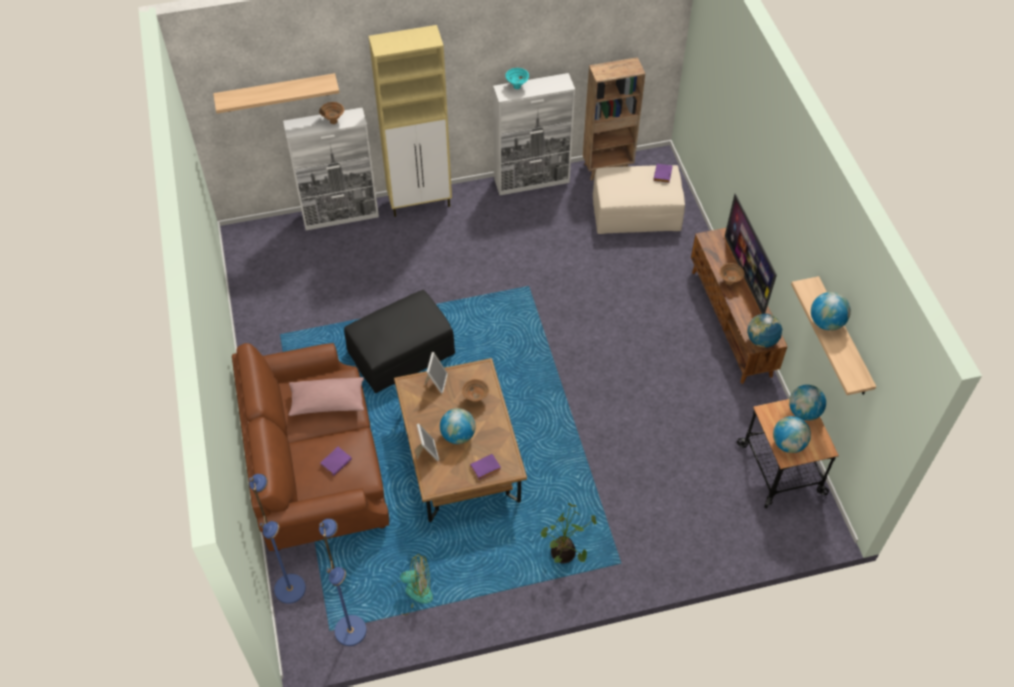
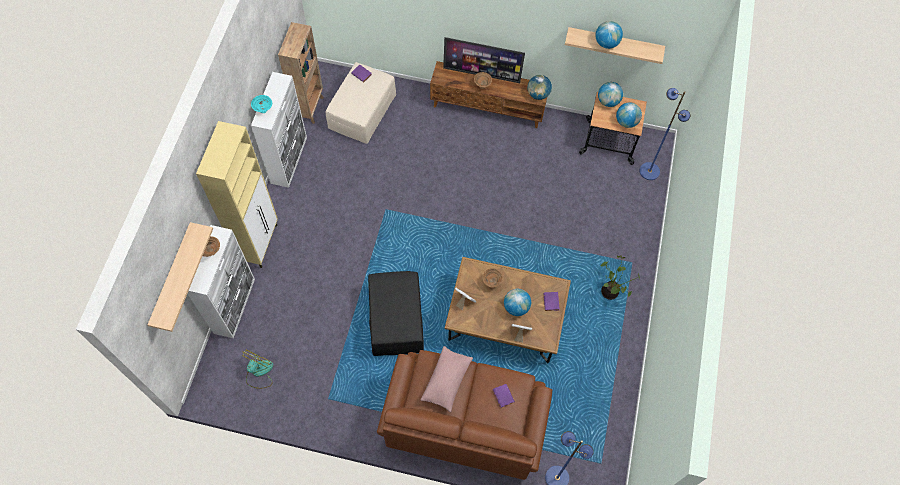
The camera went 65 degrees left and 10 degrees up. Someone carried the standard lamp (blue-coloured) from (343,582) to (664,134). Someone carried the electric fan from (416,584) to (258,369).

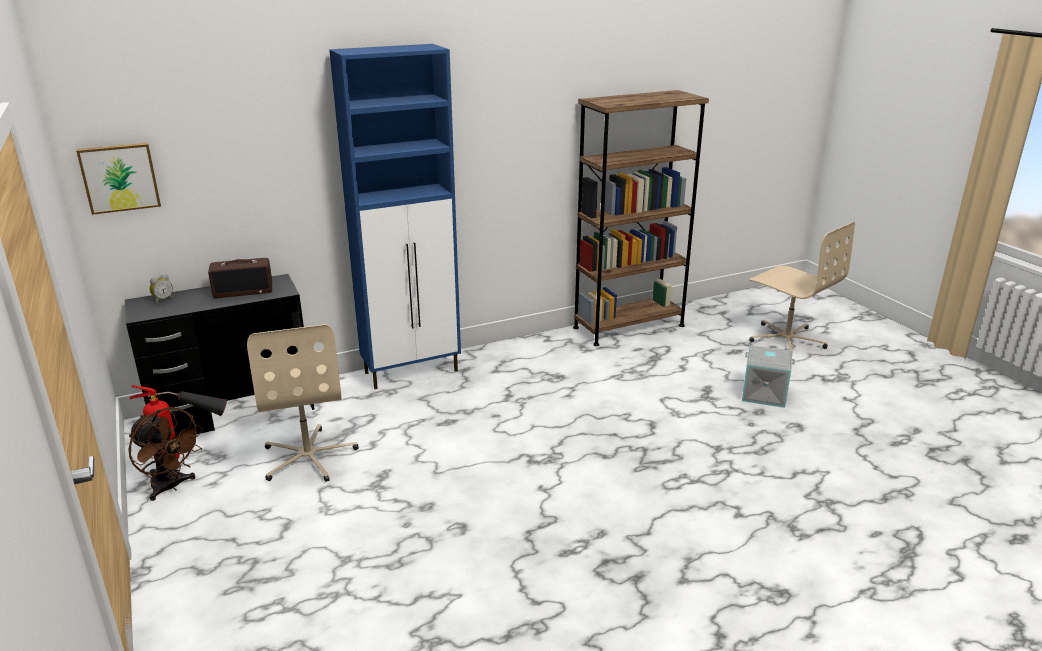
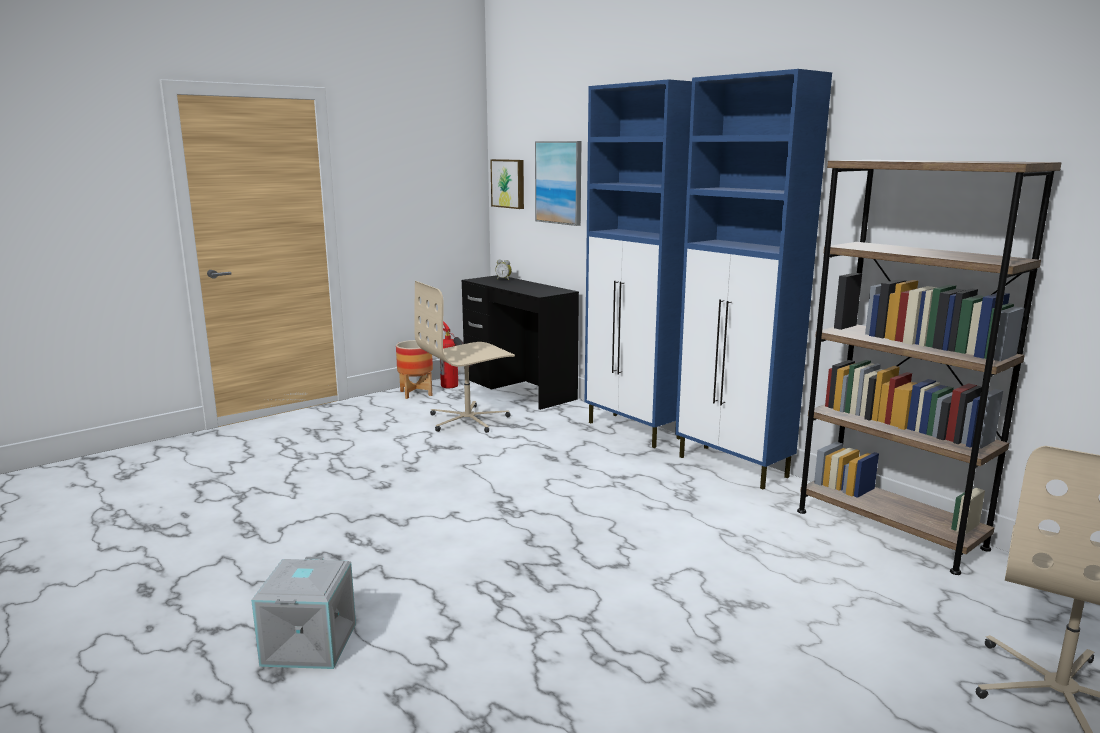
The camera went 75 degrees right and 10 degrees down. Someone swapped the electric fan (brown) at (166,454) for the planter at (414,369). Someone took away the radio at (240,278). Someone carried the storage container (greyish) from (768,376) to (303,613). Someone put up the wall art at (558,183). Someone put down the cabinet (blue-coloured) at (753,279).

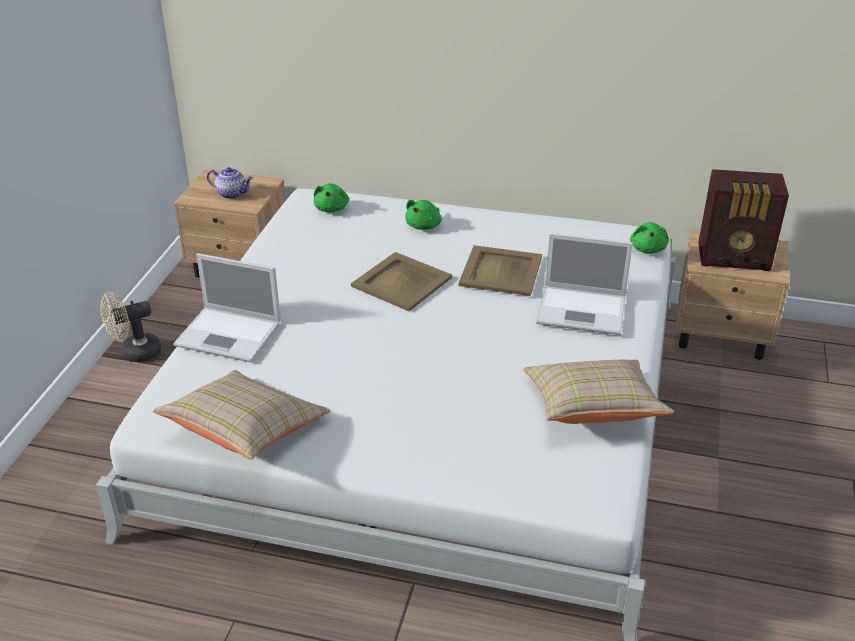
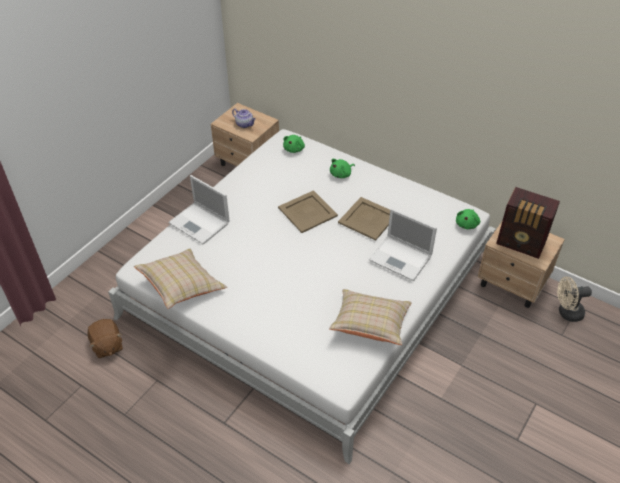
The camera went 20 degrees right and 10 degrees up. Someone carried the electric fan (beige) from (130,327) to (574,299). Someone put down the cuddly toy (brown) at (105,338).

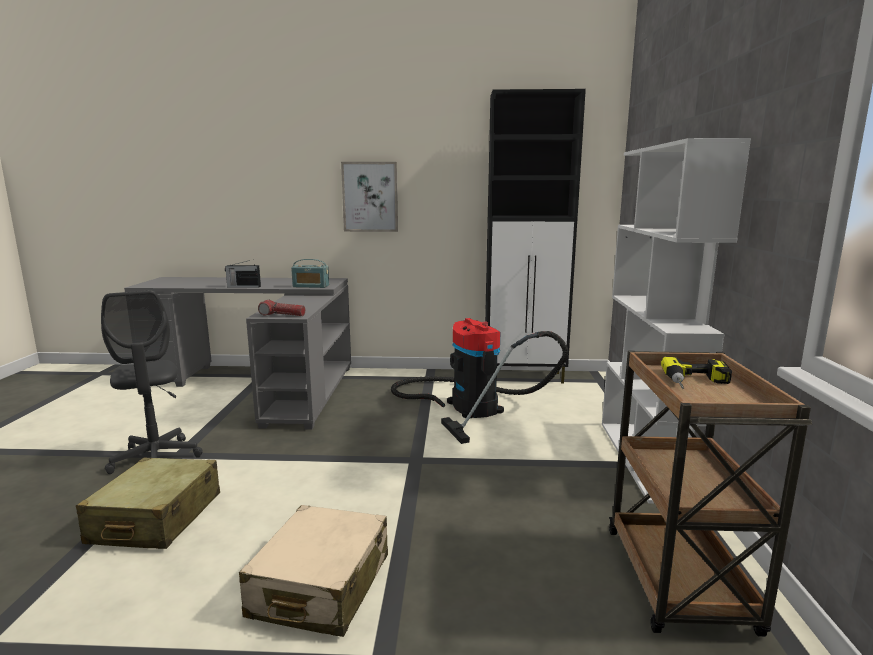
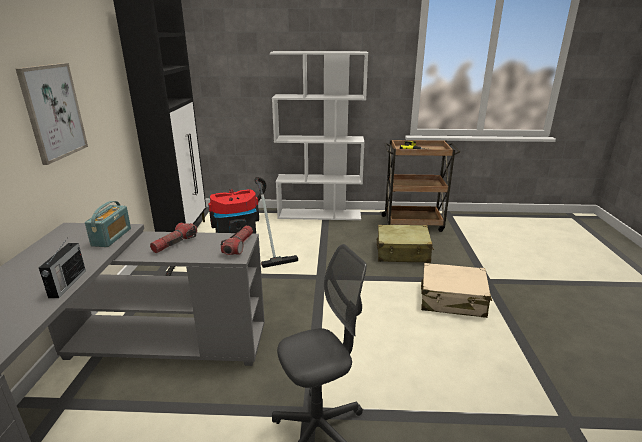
The camera went 90 degrees left and 10 degrees up. Someone carried the travel case (beige) from (148,503) to (405,244). Someone put down the hand torch at (173,238).

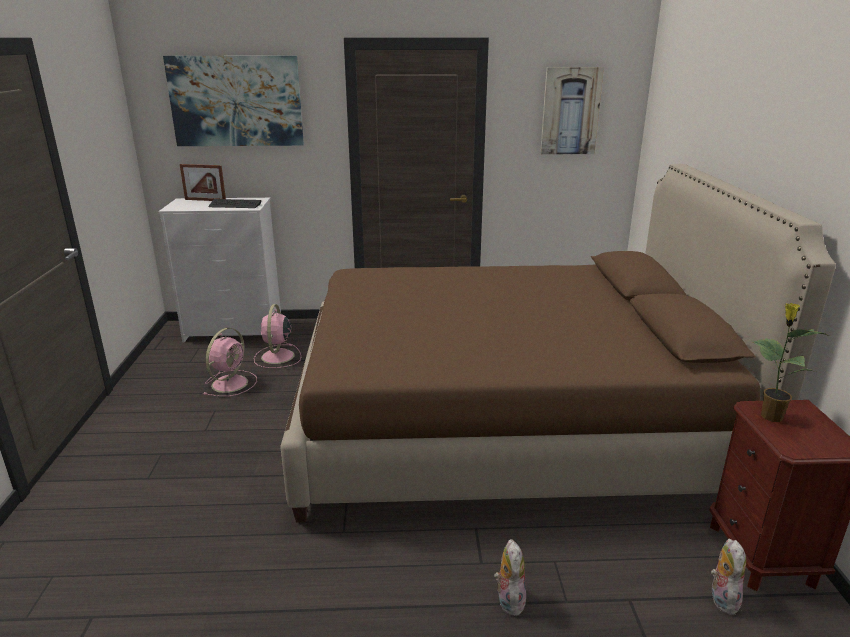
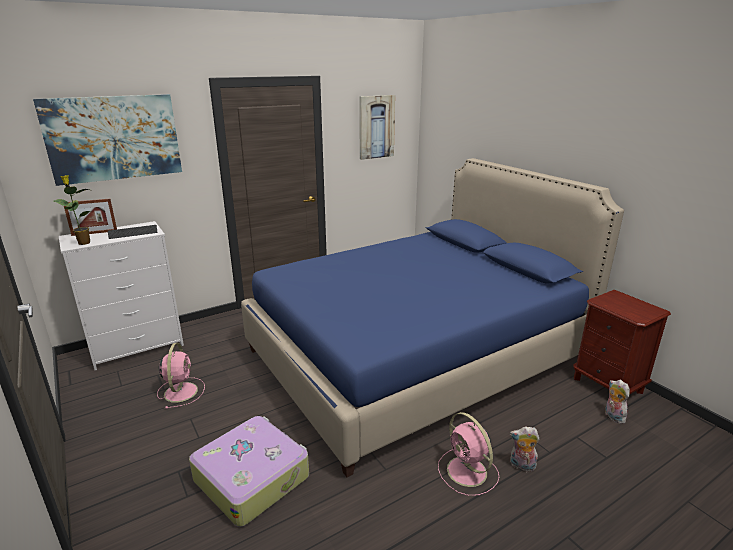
The camera went 30 degrees left and 0 degrees up. Someone carried the electric fan (pinkish) from (277,336) to (468,454). Someone repainted the bed (brown) at (558,343), which became the bed (blue-coloured) at (432,317). Someone rotated the cuddly toy at (510,577) by 45 degrees counterclockwise. Someone carried the plant in a pot from (791,362) to (73,210). Someone put down the travel case at (249,471).

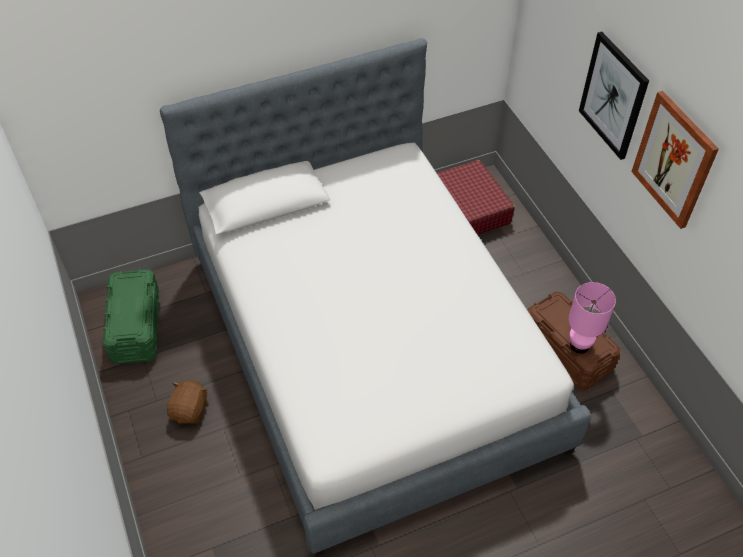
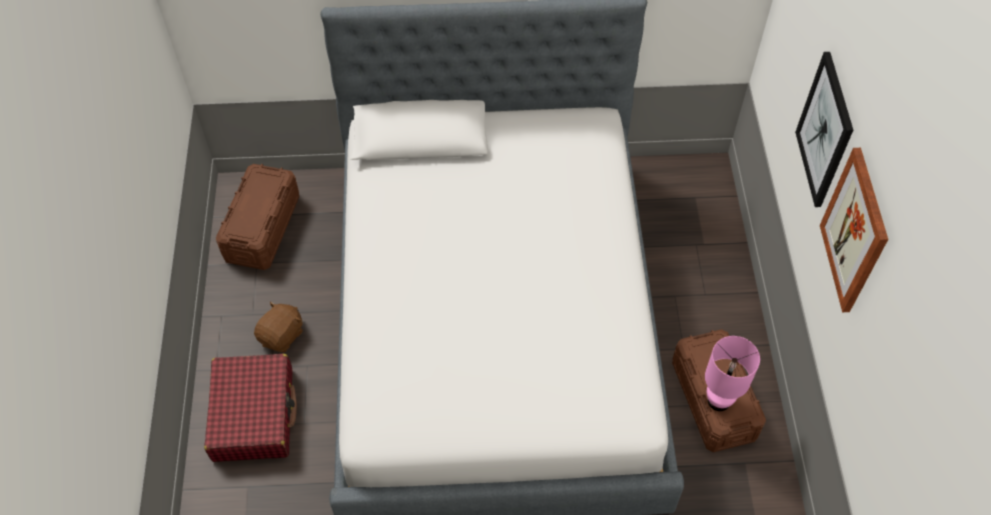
The camera went 20 degrees right and 5 degrees up. Someone repainted the storage container (green) at (131,316), which became the storage container (brown) at (257,217). Someone carried the travel case (red-coloured) from (476,197) to (250,408).

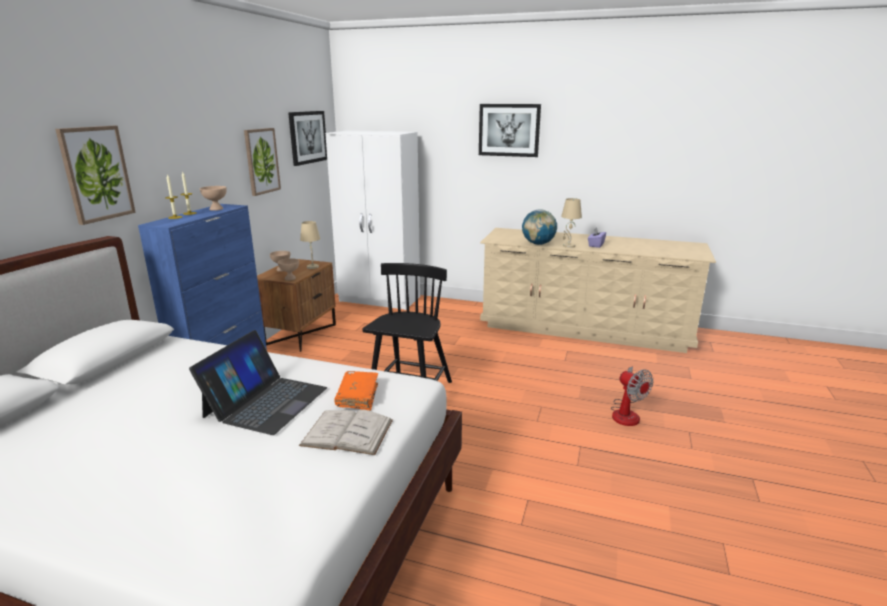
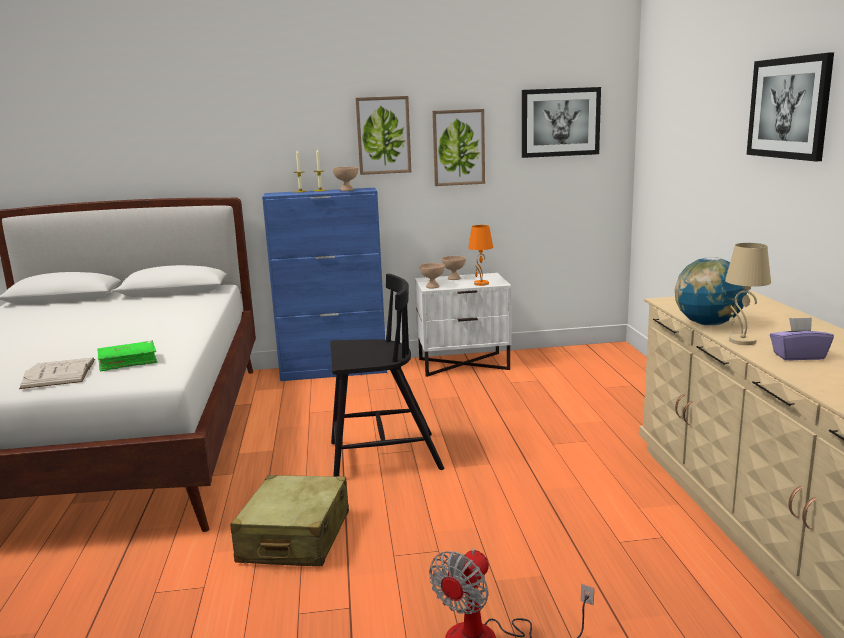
The camera went 65 degrees right and 5 degrees down. Someone carried the wall art from (95,175) to (383,135). Someone took away the notebook computer at (258,382). Someone repainted the night table (brown) at (296,305), which became the night table (white-coloured) at (463,325). Someone repainted the tabletop lamp (beige) at (310,245), which became the tabletop lamp (orange) at (480,255). Someone took away the armoire (white-coloured) at (372,220). Someone repainted the volume (orange) at (356,390), which became the volume (green) at (127,356). Someone put down the travel case (beige) at (289,520).

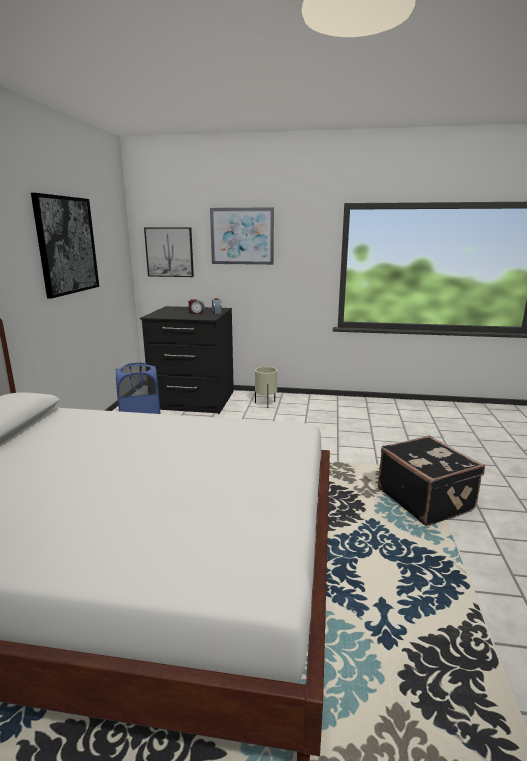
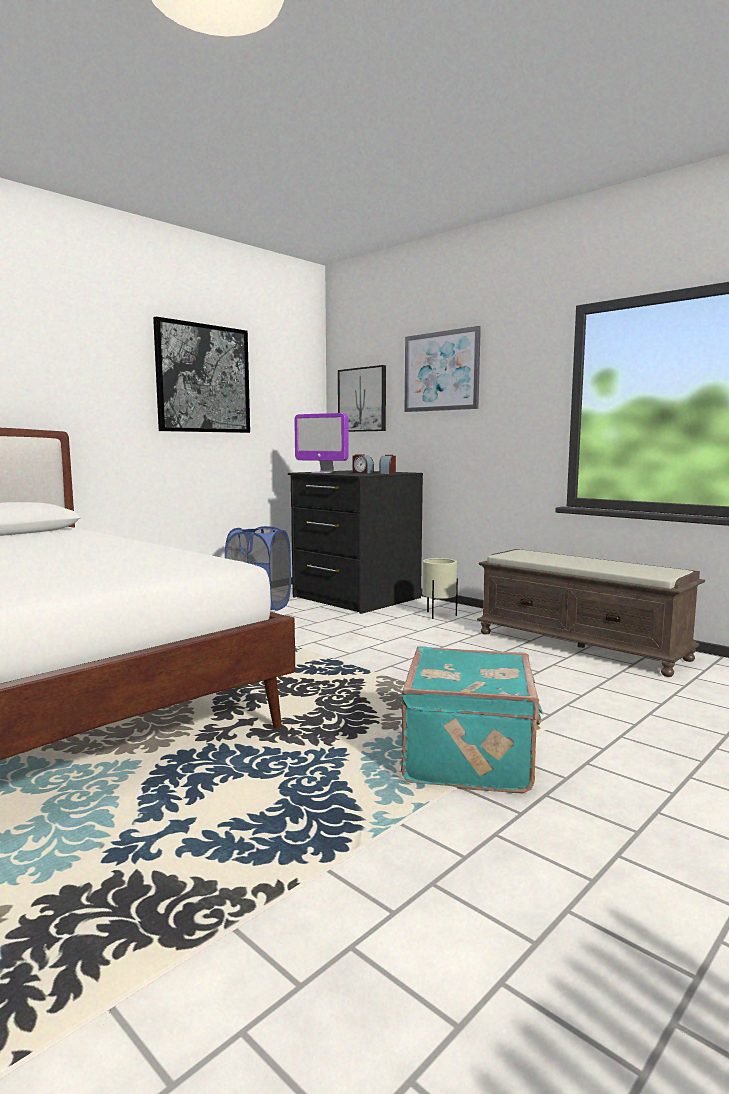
The camera went 35 degrees right and 10 degrees down. Someone repainted the travel case (black-coloured) at (431,480), which became the travel case (turquoise) at (472,719). Someone put down the computer display at (321,443). Someone put down the bench (brown) at (591,613).

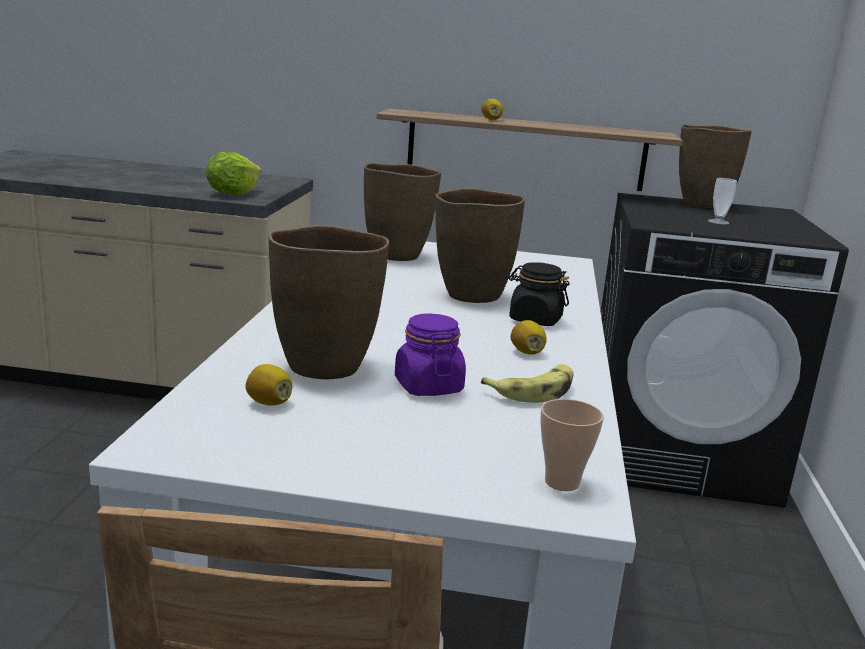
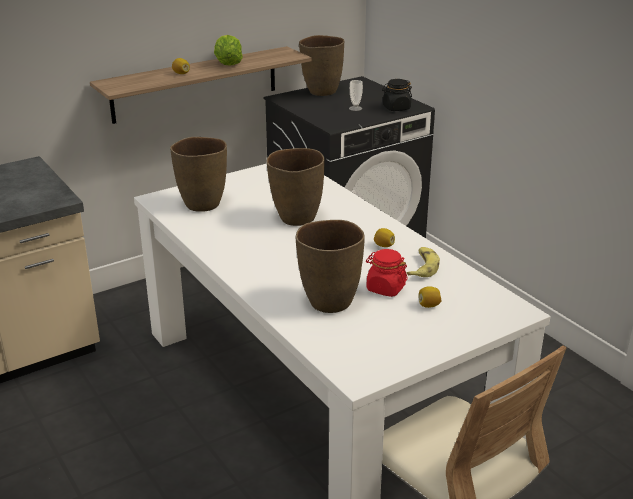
The camera went 40 degrees left and 10 degrees up. Someone carried the head of lettuce from (233,173) to (228,50). Someone carried the citrus fruit from (268,384) to (430,297). Someone repainted the preserve jar (purple-coloured) at (430,355), which became the preserve jar (red-coloured) at (387,273). Someone carried the preserve jar (black-coloured) from (539,294) to (397,95). Someone took away the cup at (572,445).

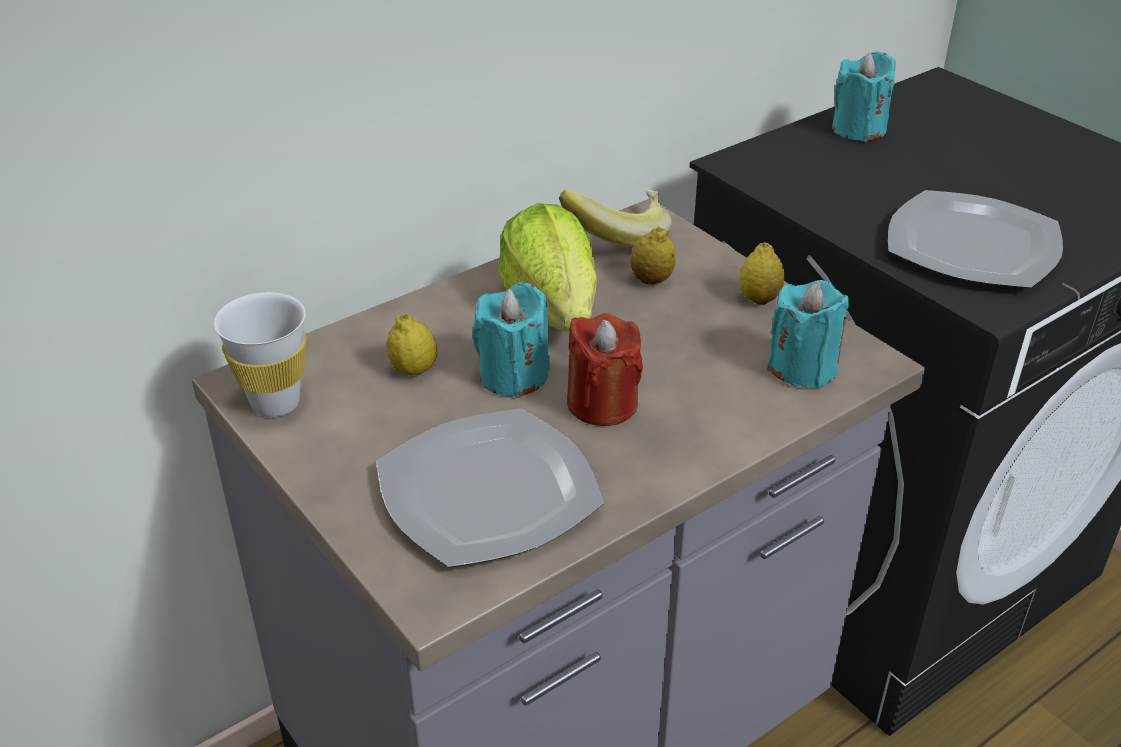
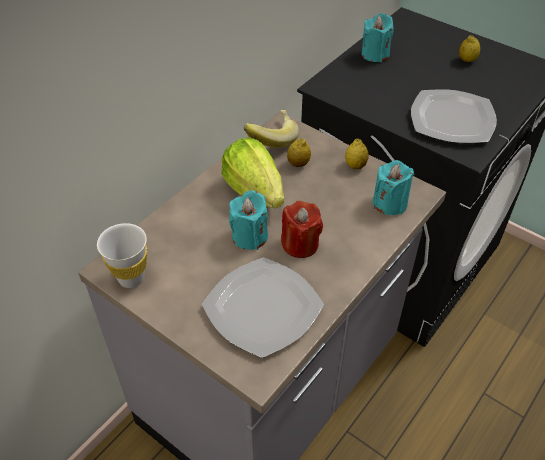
The camera went 15 degrees left and 10 degrees up. Someone carried the citrus fruit from (412,344) to (469,48).

